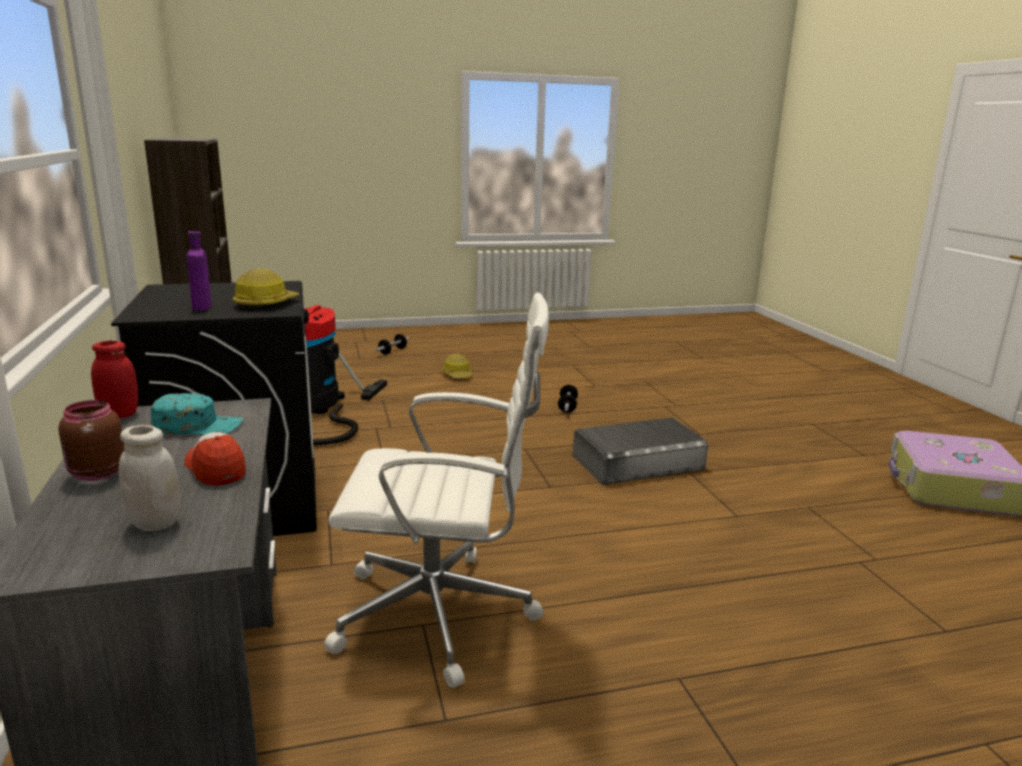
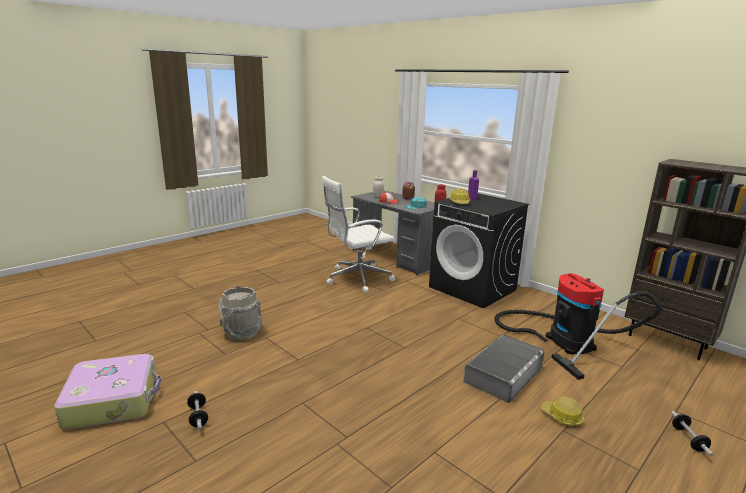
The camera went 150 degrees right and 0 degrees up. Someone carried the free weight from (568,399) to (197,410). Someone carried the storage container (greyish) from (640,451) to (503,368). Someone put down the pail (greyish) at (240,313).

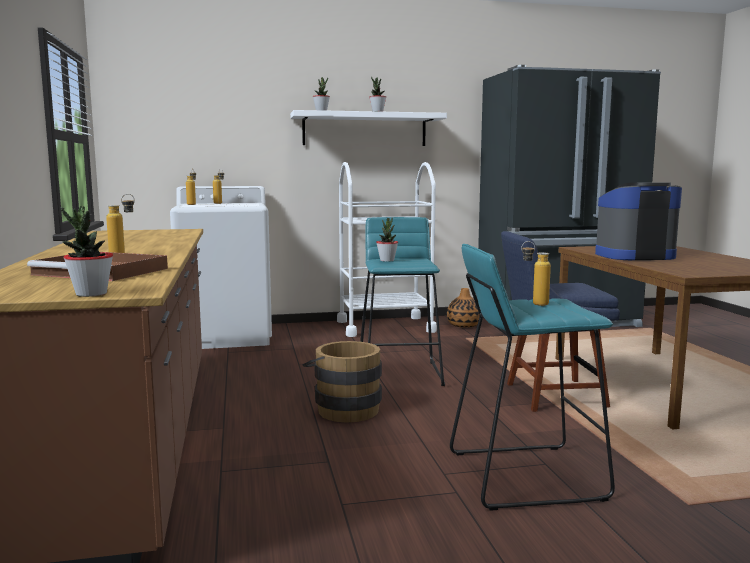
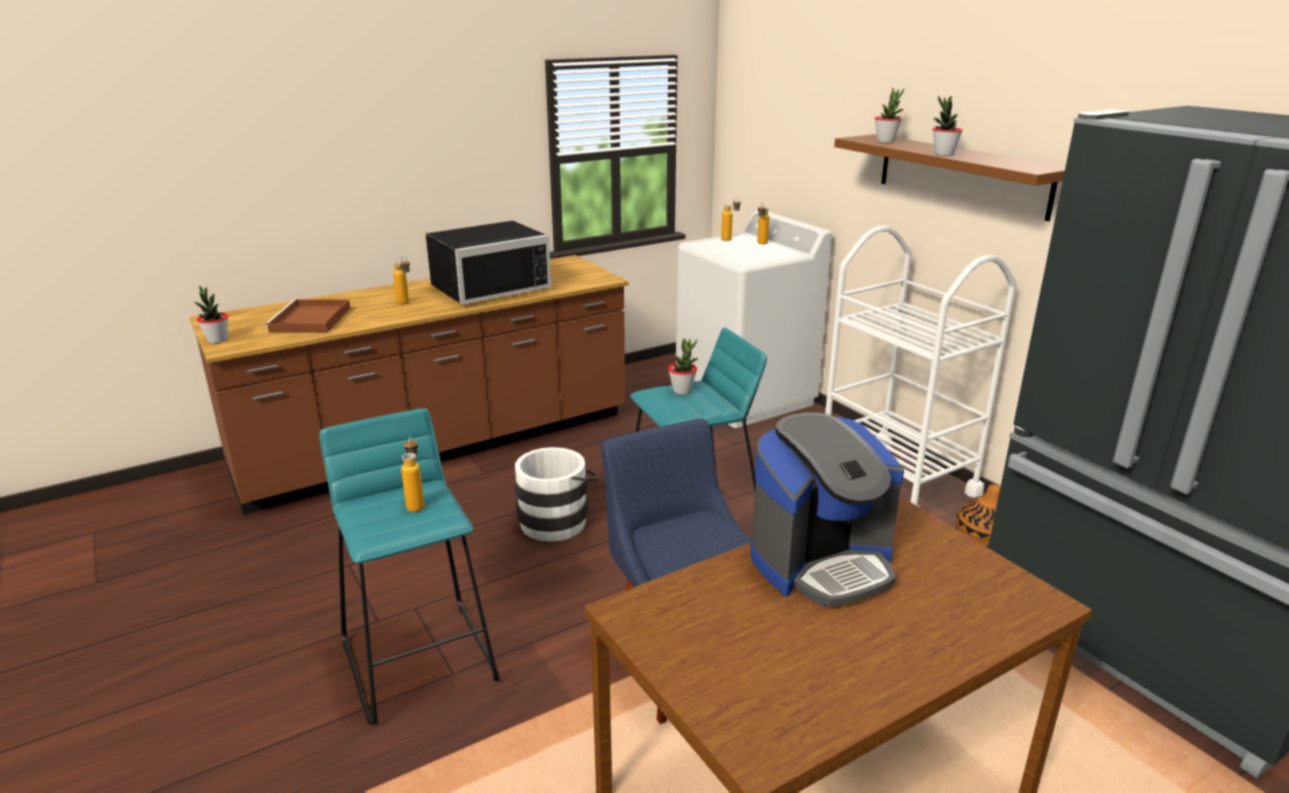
The camera went 70 degrees right and 15 degrees up. Someone repainted the bracket shelf (white-coloured) at (368,128), which became the bracket shelf (brown) at (950,177). Someone repainted the pail (brown) at (342,381), which became the pail (white-coloured) at (556,494). Someone rotated the coffee maker at (638,221) by 90 degrees clockwise. Someone put down the microwave oven (black-coloured) at (488,263).

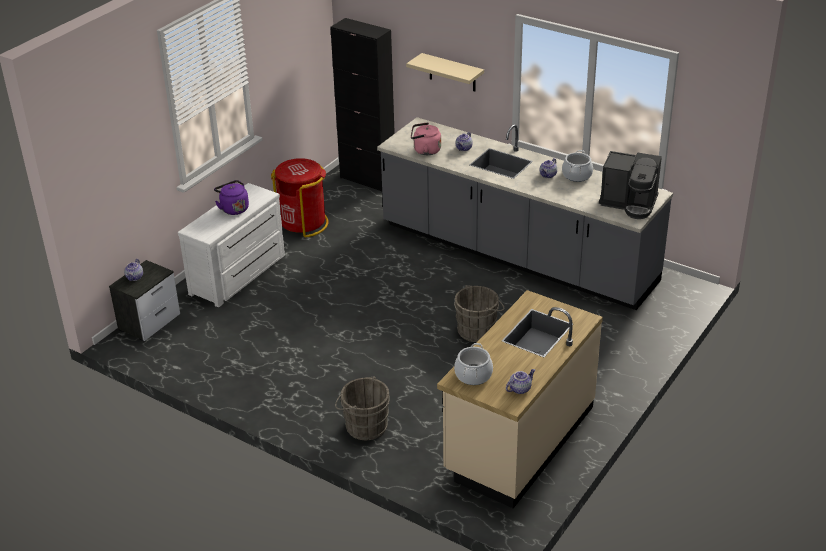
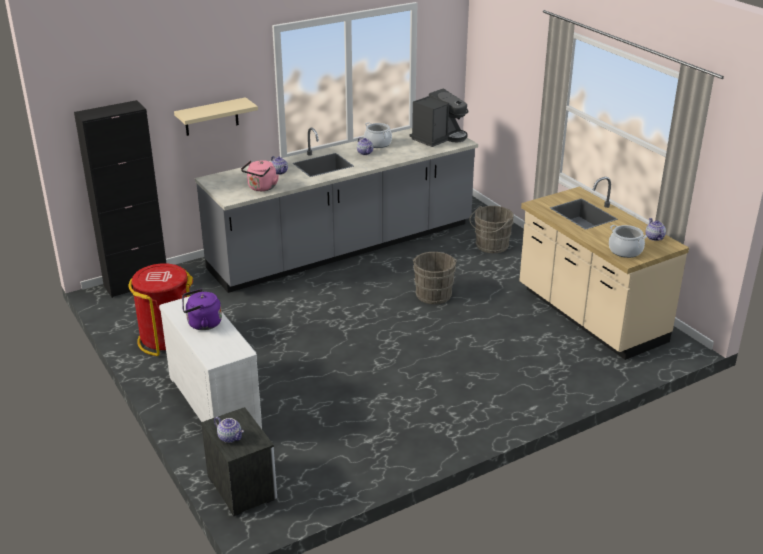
The camera went 65 degrees left and 5 degrees down. Someone carried the pail (greyish) from (362,408) to (491,229).

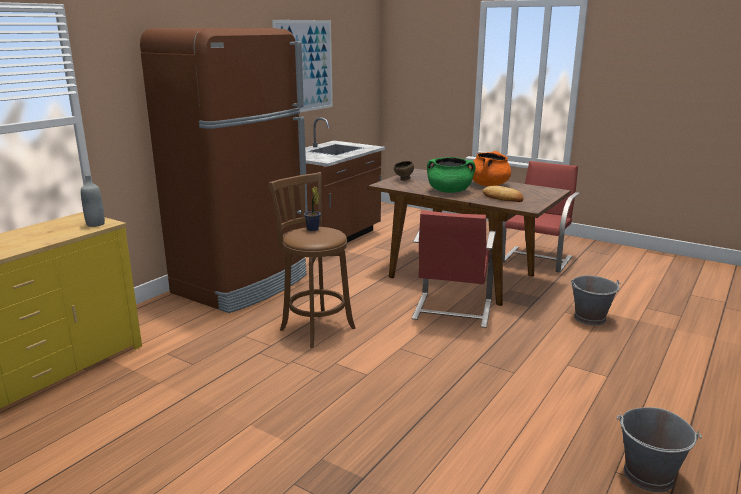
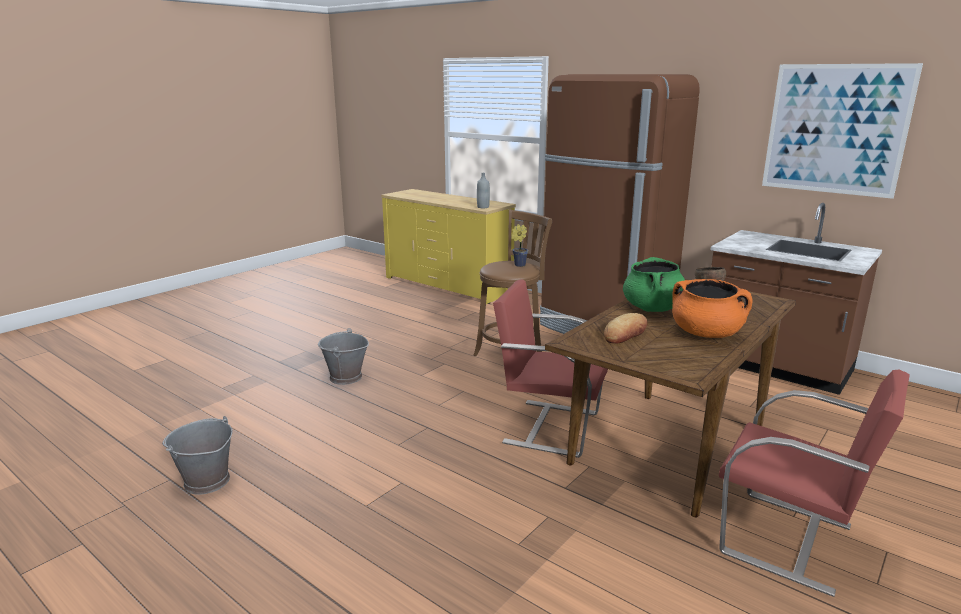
The camera went 95 degrees right and 0 degrees up. Someone carried the pail (greyish) from (595,300) to (343,356).

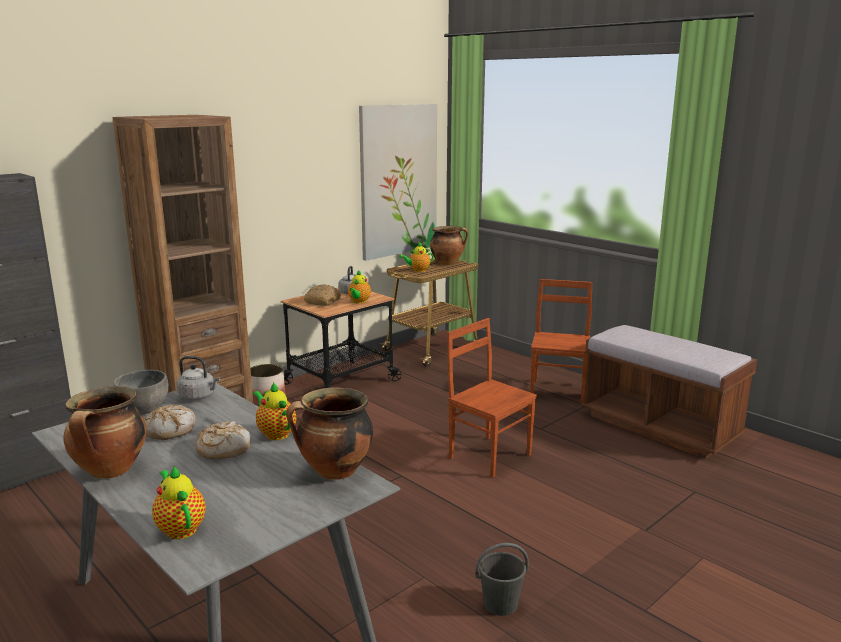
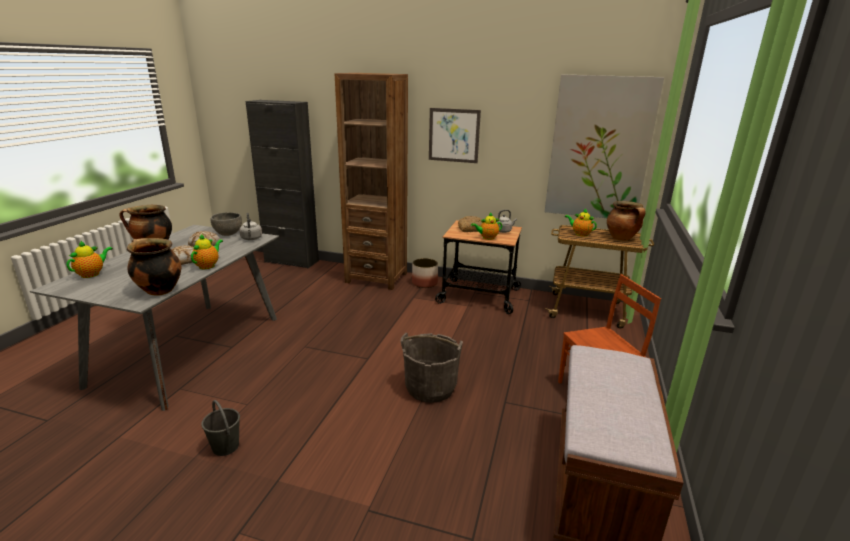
The camera went 60 degrees right and 5 degrees up. Someone swapped the upright chair (brown) at (492,398) for the pail (greyish) at (432,368). Someone put up the wall art at (455,135).

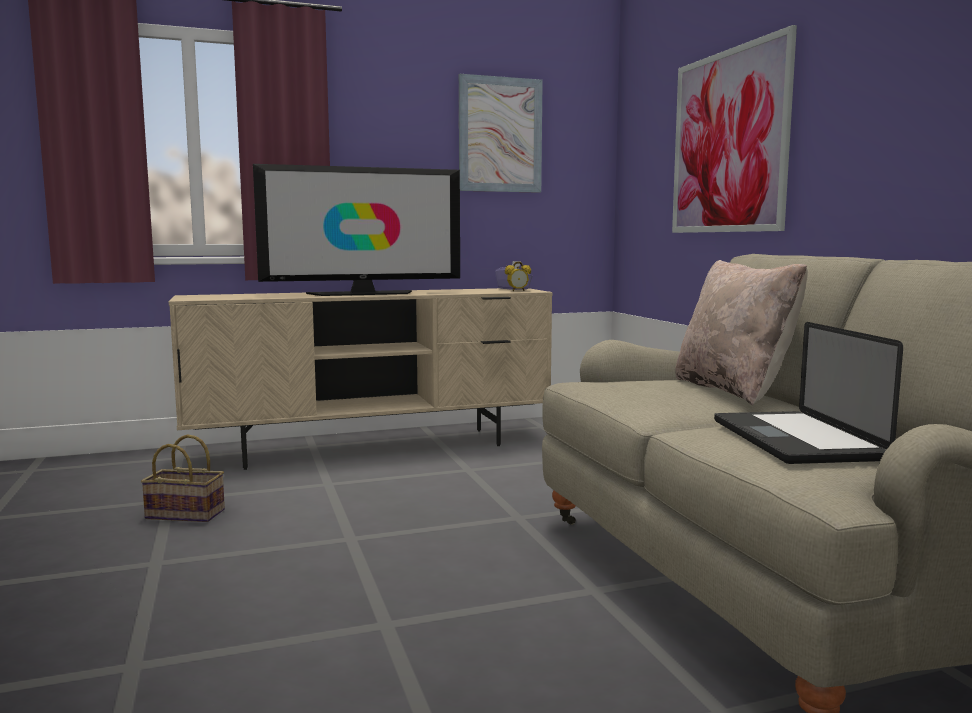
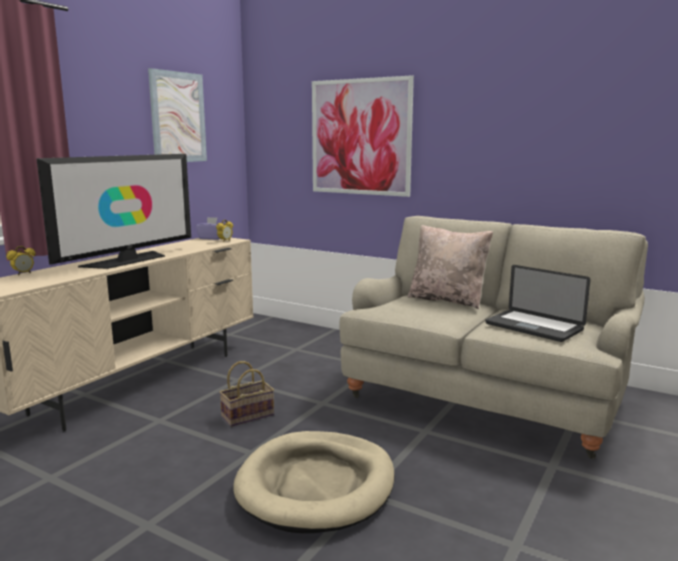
The camera went 40 degrees left and 5 degrees up. Someone carried the household basket from (183,478) to (246,394). Someone put down the bedside clock at (20,260). Someone put down the dog bed (beige) at (313,482).

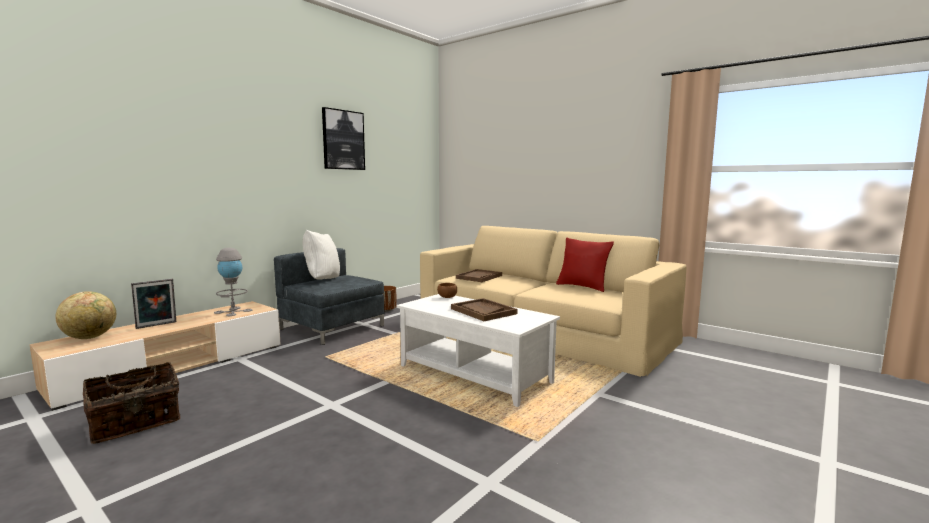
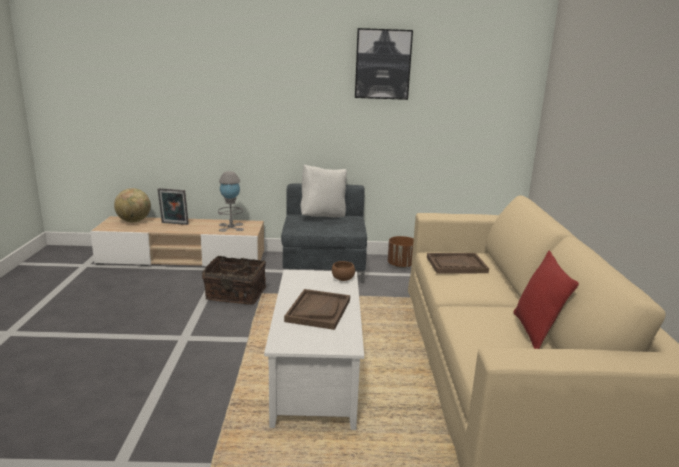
The camera went 50 degrees right and 10 degrees up. Someone carried the household basket from (131,403) to (234,280).

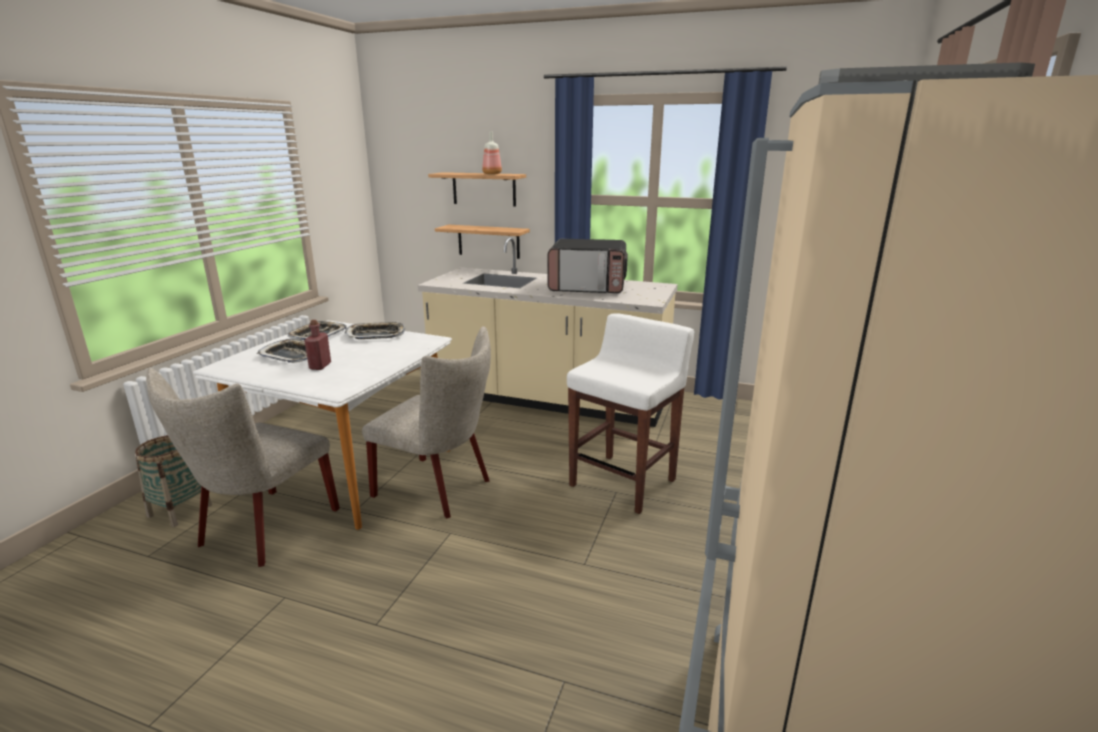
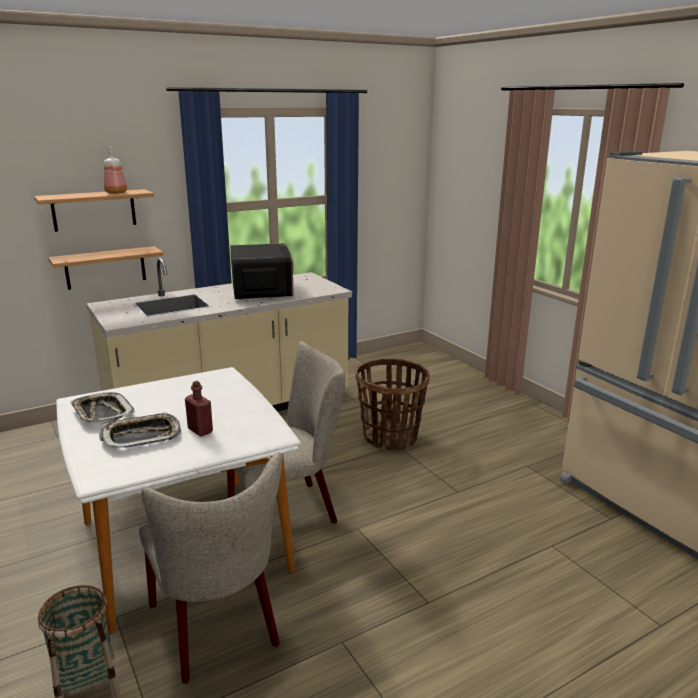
The camera went 50 degrees left and 0 degrees up. Someone took away the tray at (375,330). Someone rotated the microwave oven at (588,266) by 60 degrees counterclockwise. Someone swapped the stool seat (white-coloured) at (631,413) for the household basket at (392,405).

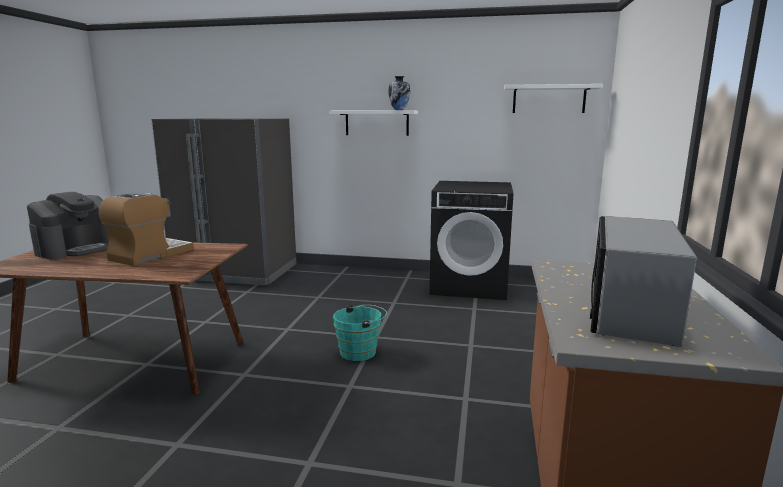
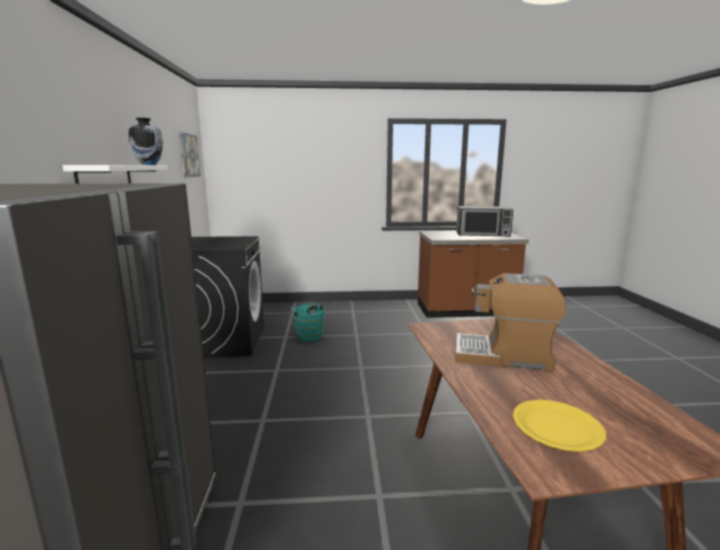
The camera went 105 degrees left and 0 degrees up. Someone swapped the coffee maker at (68,226) for the plate (yellow) at (559,426). Someone carried the pail (turquoise) from (360,333) to (308,322). Someone swapped the bracket shelf (white-coloured) at (553,98) for the wall art at (190,154).

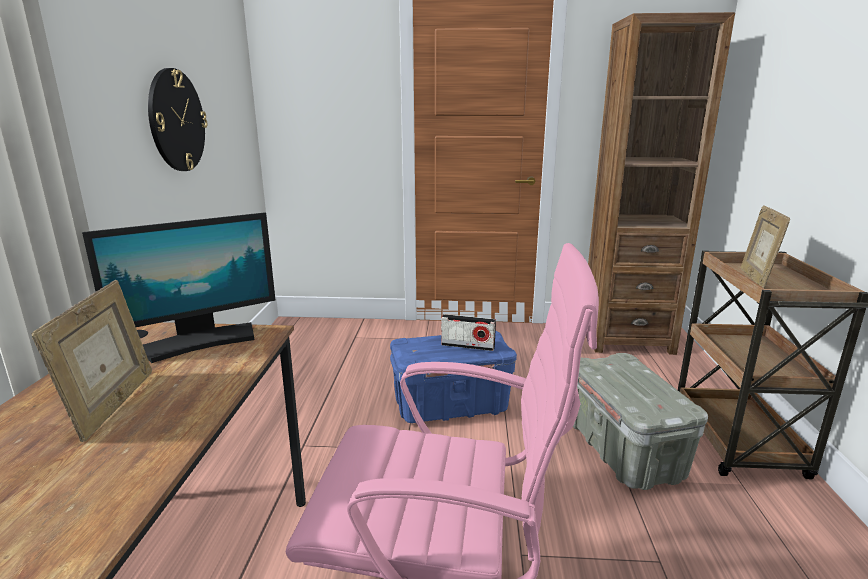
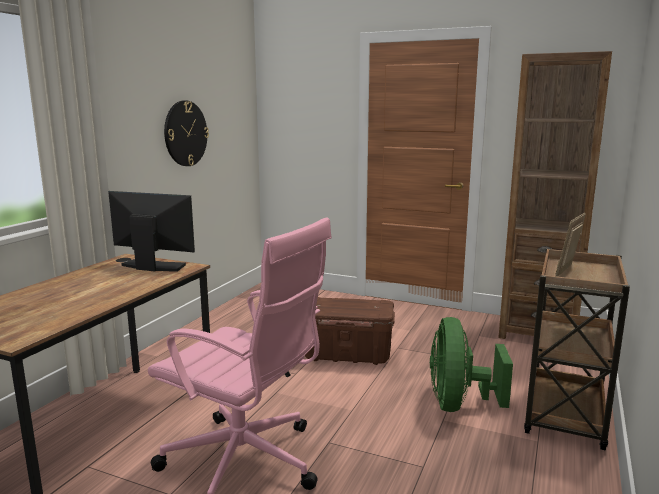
The camera went 20 degrees right and 5 degrees down. Someone took away the photo frame at (92,361). Someone rotated the computer display at (179,287) by 150 degrees counterclockwise. Someone repainted the storage container (blue-coloured) at (453,377), which became the storage container (brown) at (350,331). Someone took away the radio at (468,332). Someone swapped the storage container (greyish) at (640,421) for the electric fan (green) at (471,364).

